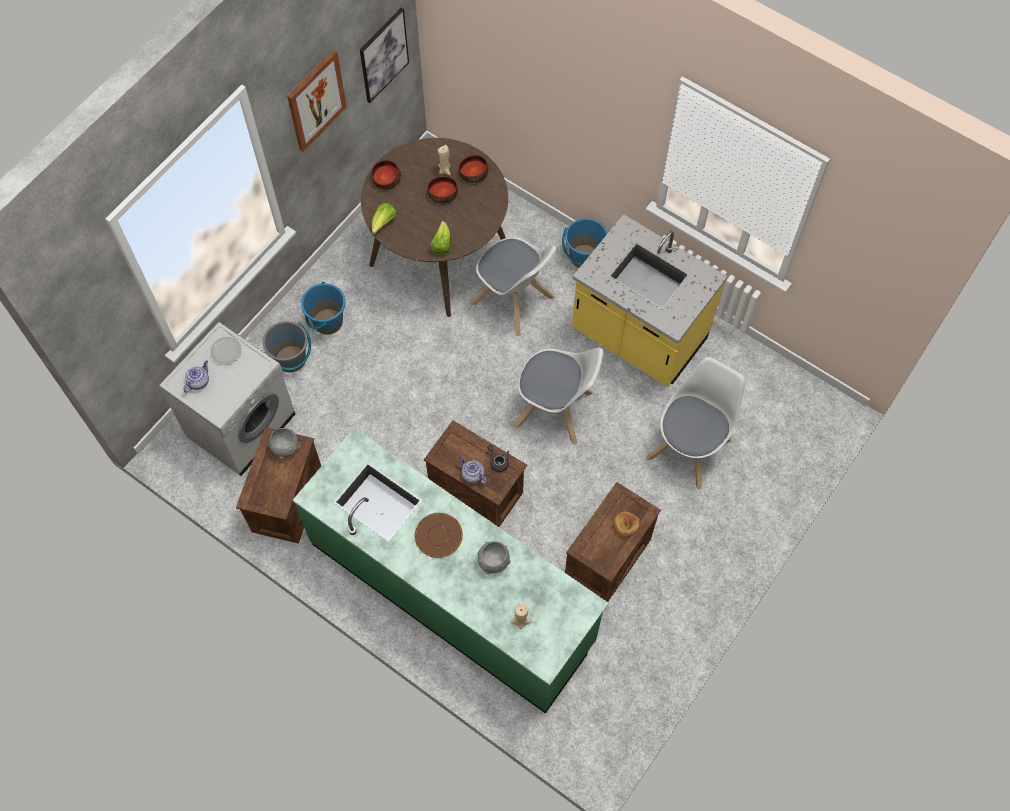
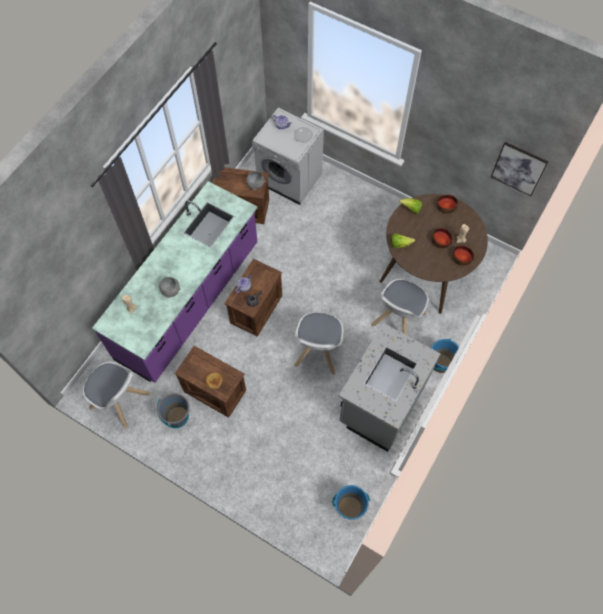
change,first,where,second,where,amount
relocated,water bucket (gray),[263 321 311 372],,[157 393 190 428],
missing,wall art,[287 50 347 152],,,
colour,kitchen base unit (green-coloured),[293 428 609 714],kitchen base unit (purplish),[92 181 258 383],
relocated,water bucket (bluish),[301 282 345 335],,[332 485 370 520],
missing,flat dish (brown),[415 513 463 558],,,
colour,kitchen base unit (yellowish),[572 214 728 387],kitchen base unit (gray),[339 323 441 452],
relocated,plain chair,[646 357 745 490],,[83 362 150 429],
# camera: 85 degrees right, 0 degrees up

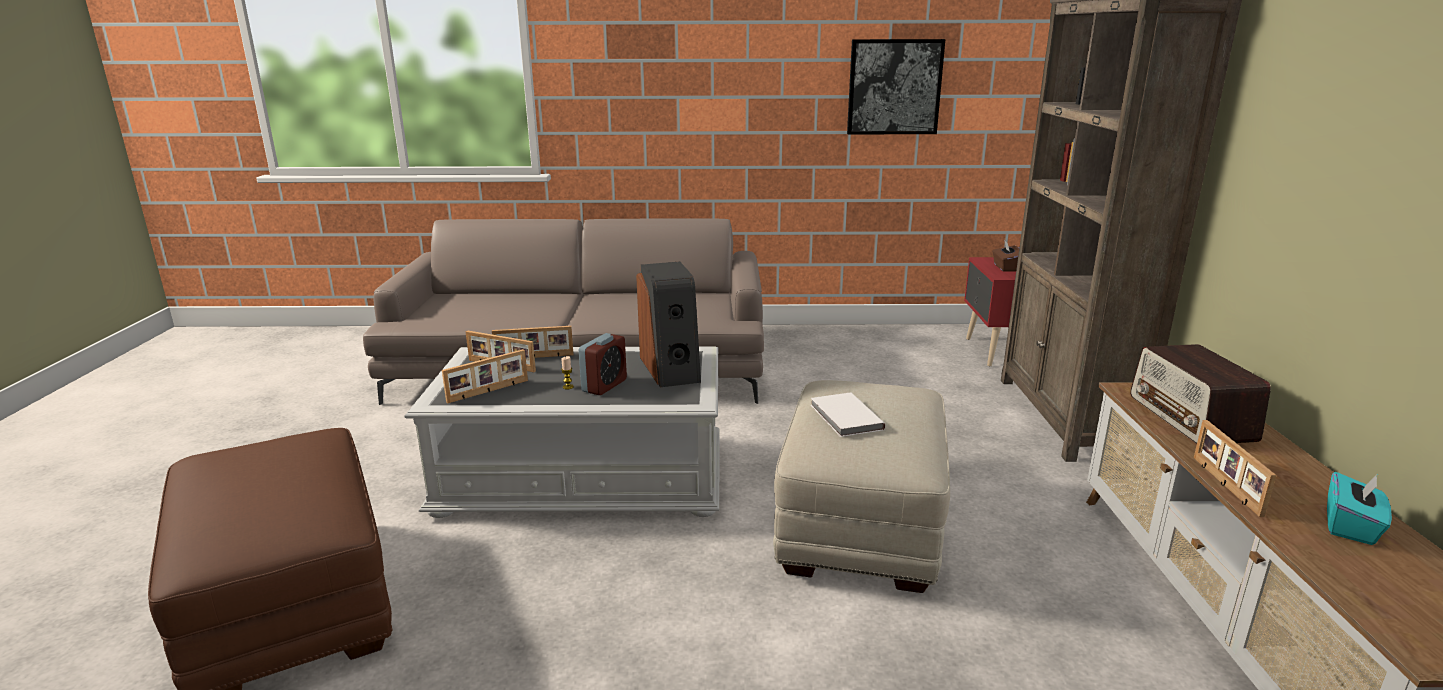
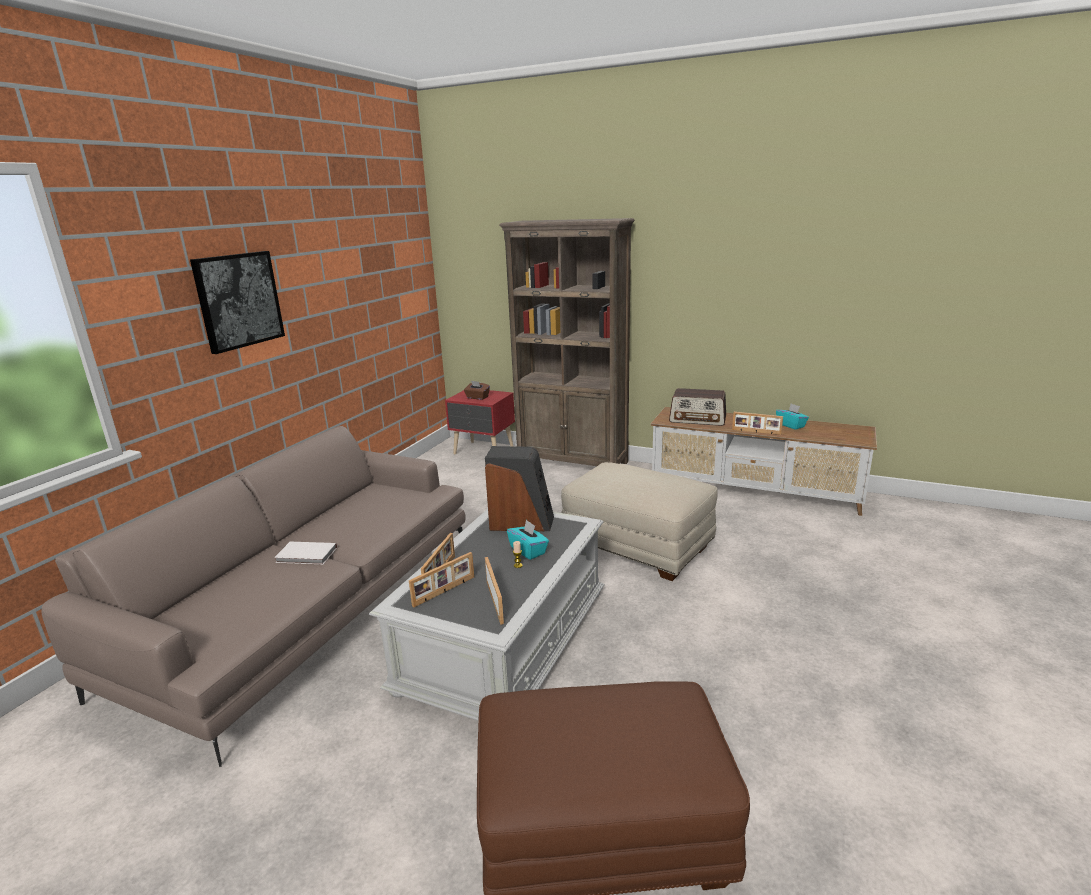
change,first,where,second,where,amount
exchanged,alarm clock,[578 333 627 395],tissue holder (turquoise-coloured),[507 520 549 560],
relocated,bound book (white-coloured),[811 392 885 437],,[274 542 337 564],
relocated,wall art,[847 39 945 134],,[190 251 285 354],
# camera: 65 degrees left, 0 degrees up

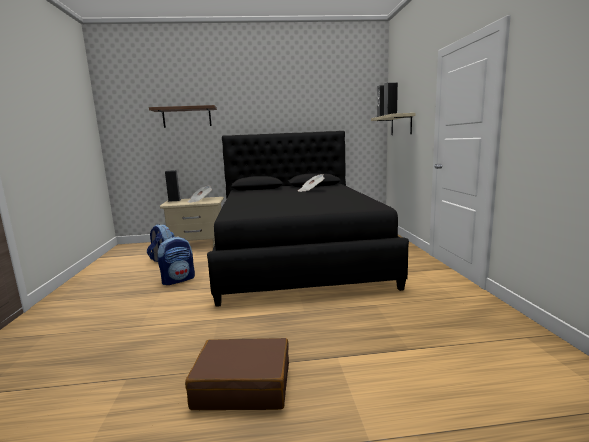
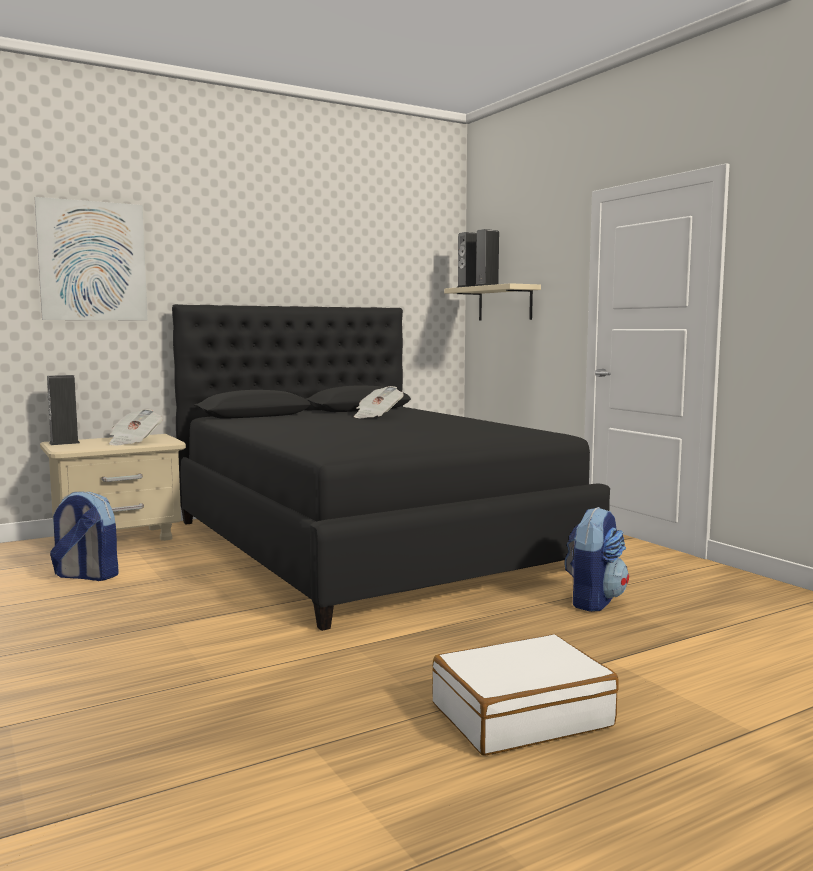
change,first,where,second,where,amount
exchanged,wall shelf (brown),[149 105 217 128],wall art,[34 197 148 321],
relocated,backpack,[157 237 195 285],,[565 507 629 612],
colour,travel case (brown),[185 338 289 410],travel case (white-coloured),[432 634 619 756],
# camera: 25 degrees left, 5 degrees down

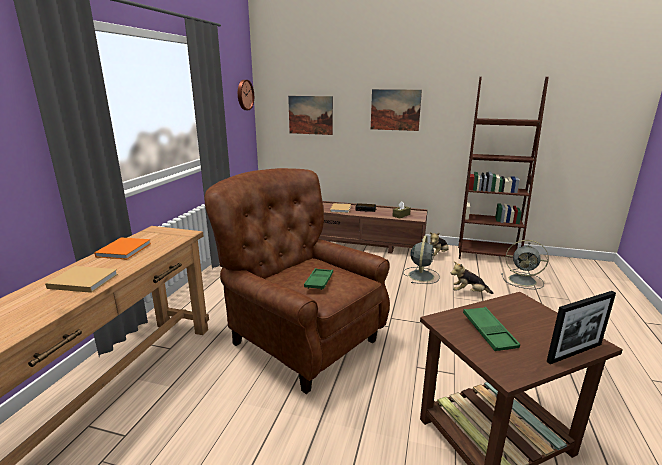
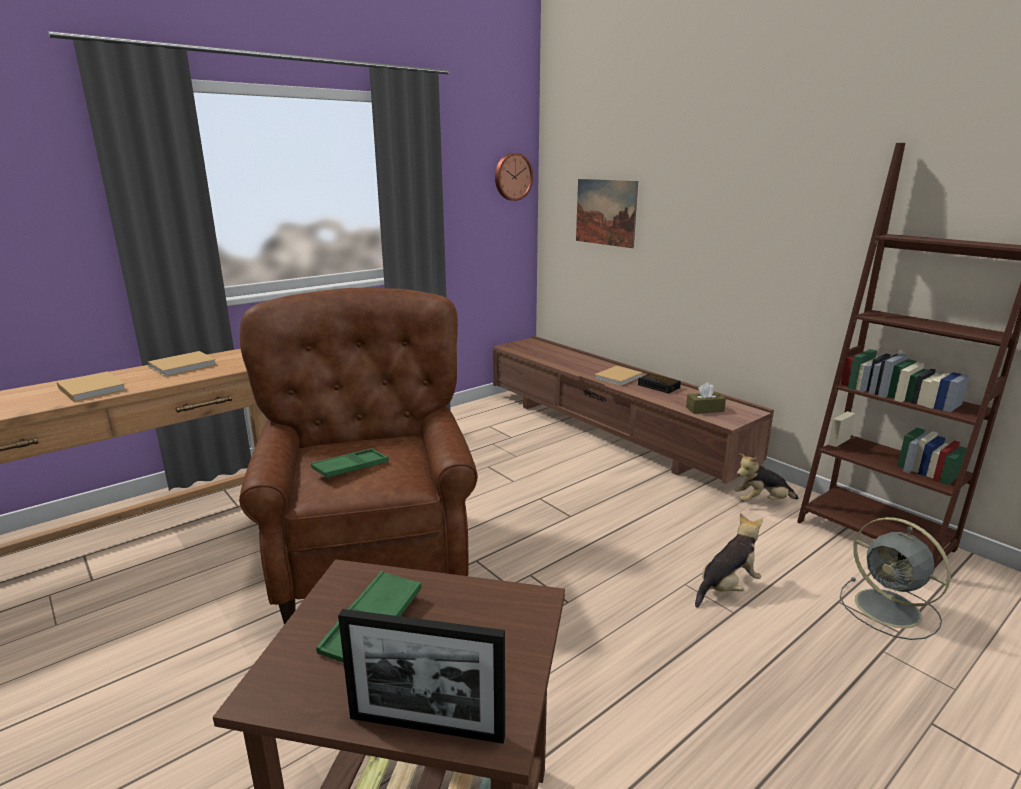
change,first,where,second,where,amount
colour,bound book (orange-coloured),[94 237 151 260],bound book (beige),[148 351 217 377],
missing,wall art,[371 89 422 131],,,
missing,fan (gray),[403 235 440 284],,,
spun,cuddly toy,[451 261 493 294],,[695 513 763 608],105 degrees clockwise
# camera: 35 degrees right, 0 degrees up

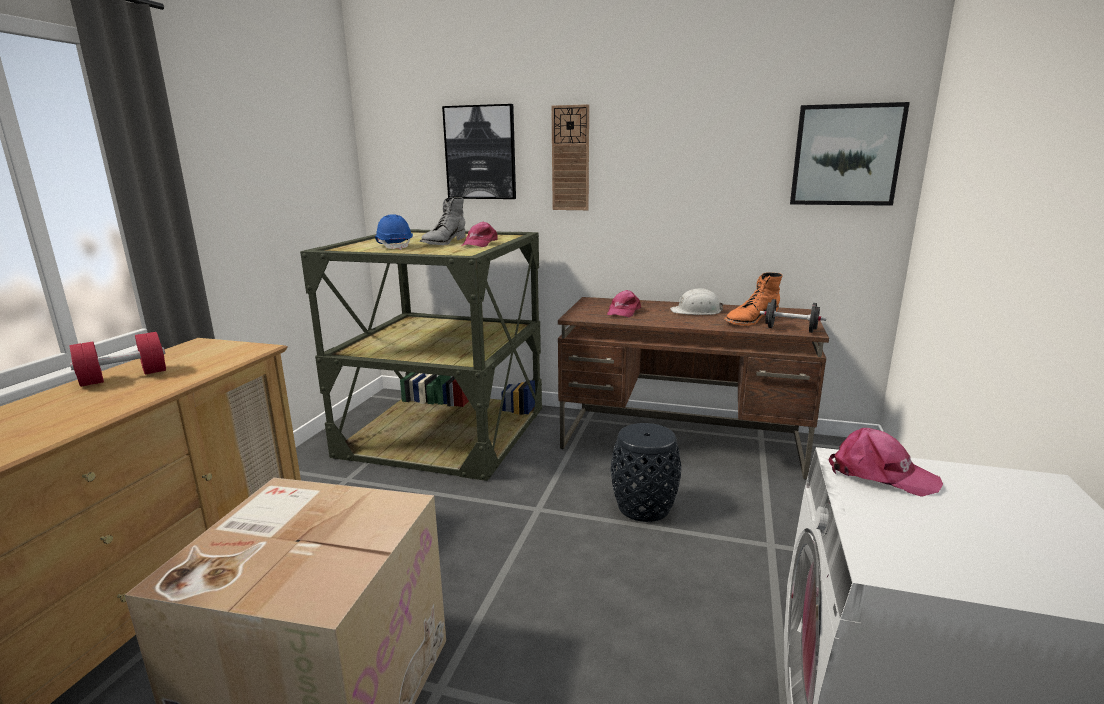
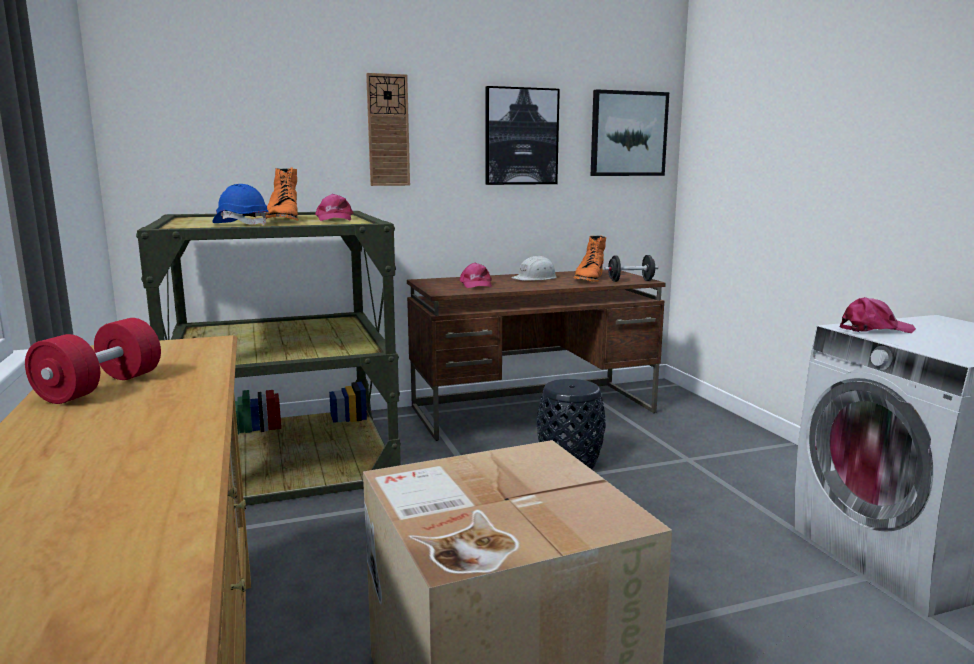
change,first,where,second,where,amount
colour,boot (gray),[420 197 466 245],boot (orange-coloured),[265 167 298 221],
relocated,wall art,[442 104 516 199],,[485 86 560 185],
# camera: 35 degrees left, 5 degrees down

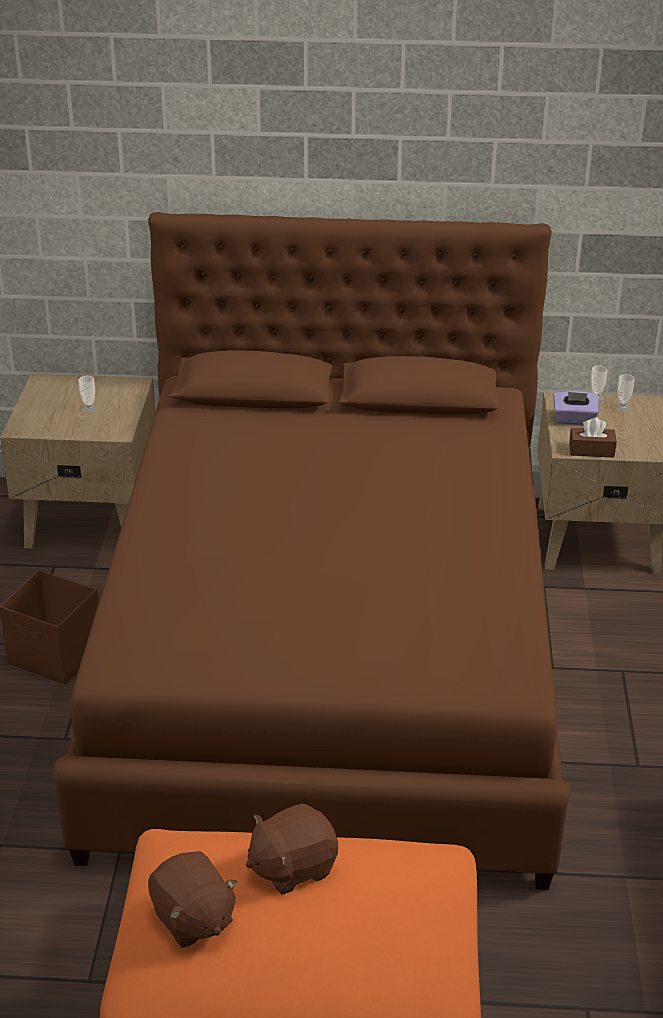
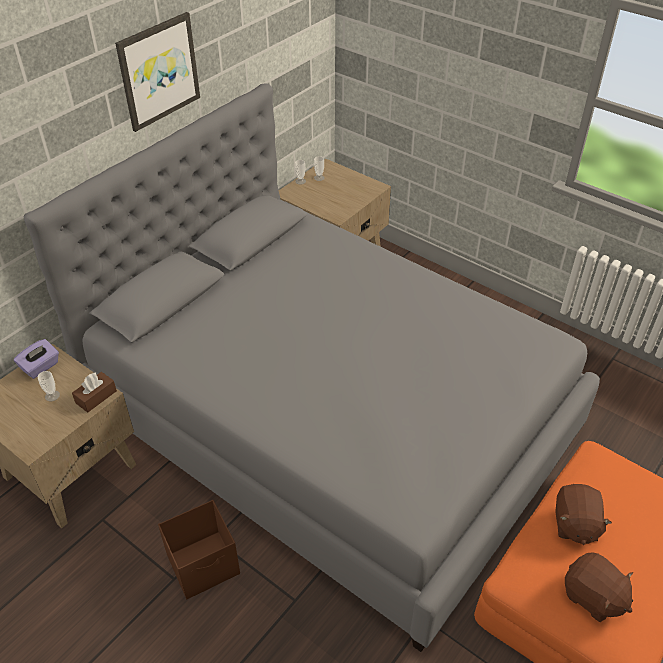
change,first,where,second,where,amount
colour,bedroom bed (brown),[53 212 571 890],bedroom bed (gray),[24 83 600 652],
spun,cuddly toy (brown),[148 851 238 948],,[565 552 633 622],45 degrees clockwise
relocated,tissue holder (purplish),[553 391 599 425],,[14 339 59 379],
relocated,tissue holder (brown),[569 418 617 458],,[72 372 117 413],
appeared,,,wall art,[115 12 200 132],
# camera: 55 degrees left, 10 degrees up

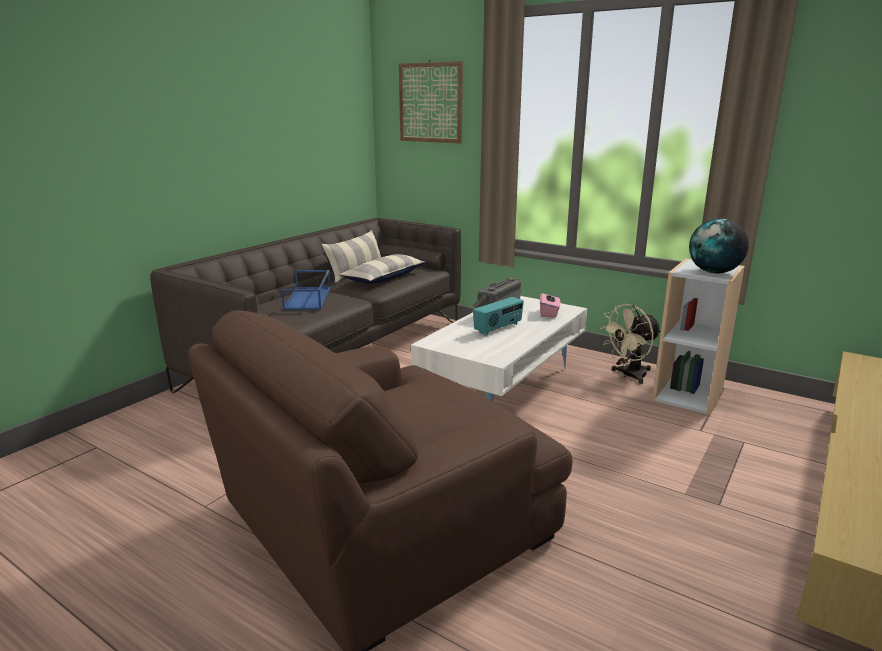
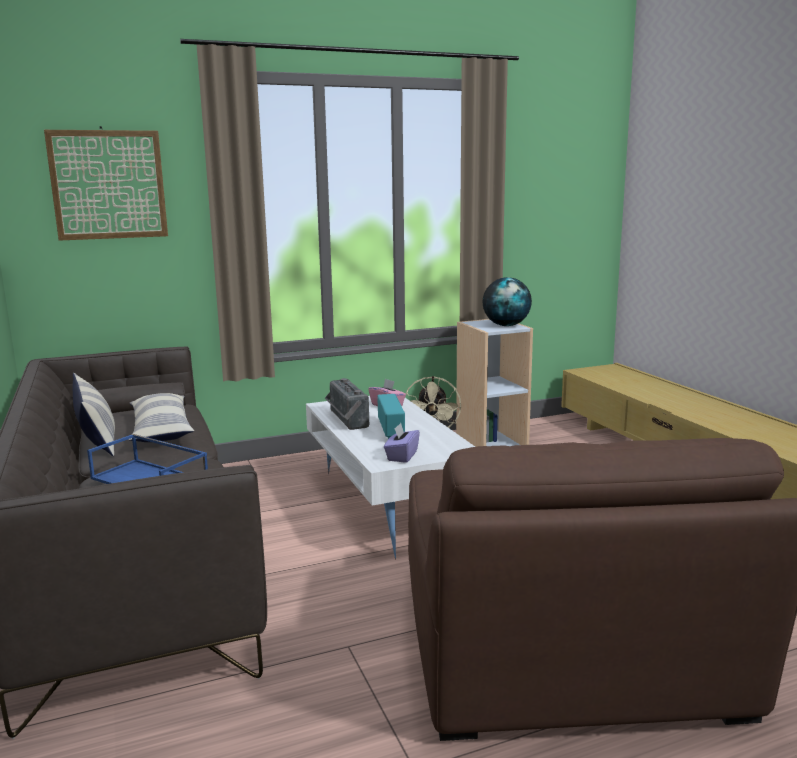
change,first,where,second,where,amount
appeared,,,tissue holder (purplish),[384 423 420 463],
# camera: 55 degrees left, 5 degrees down

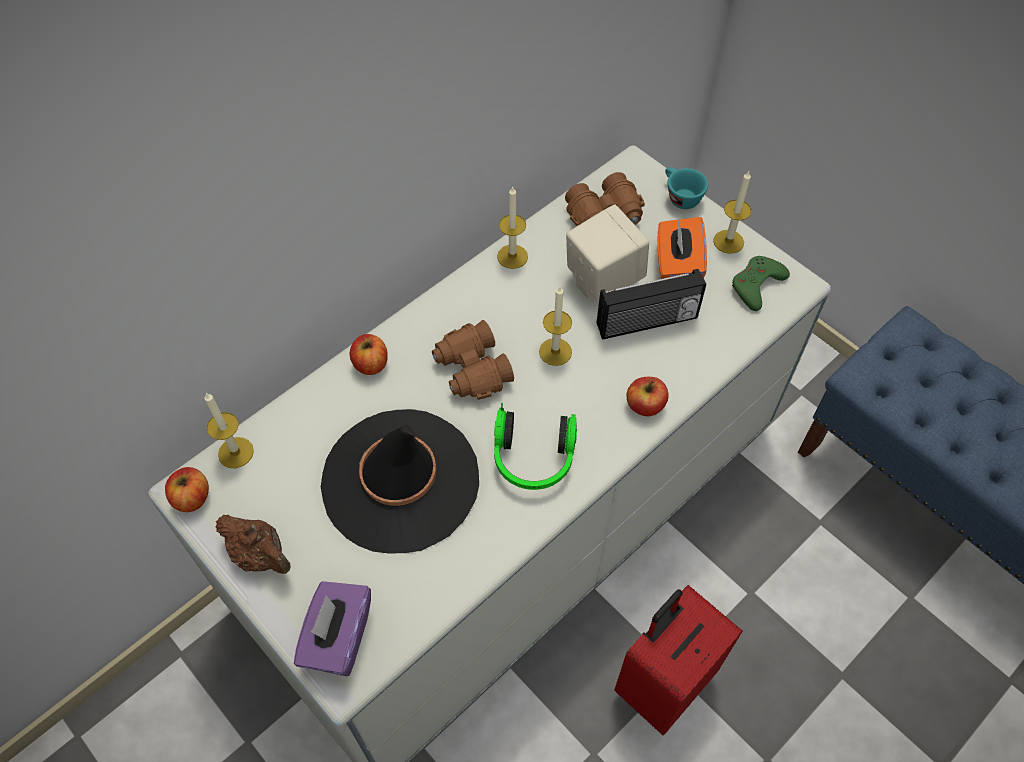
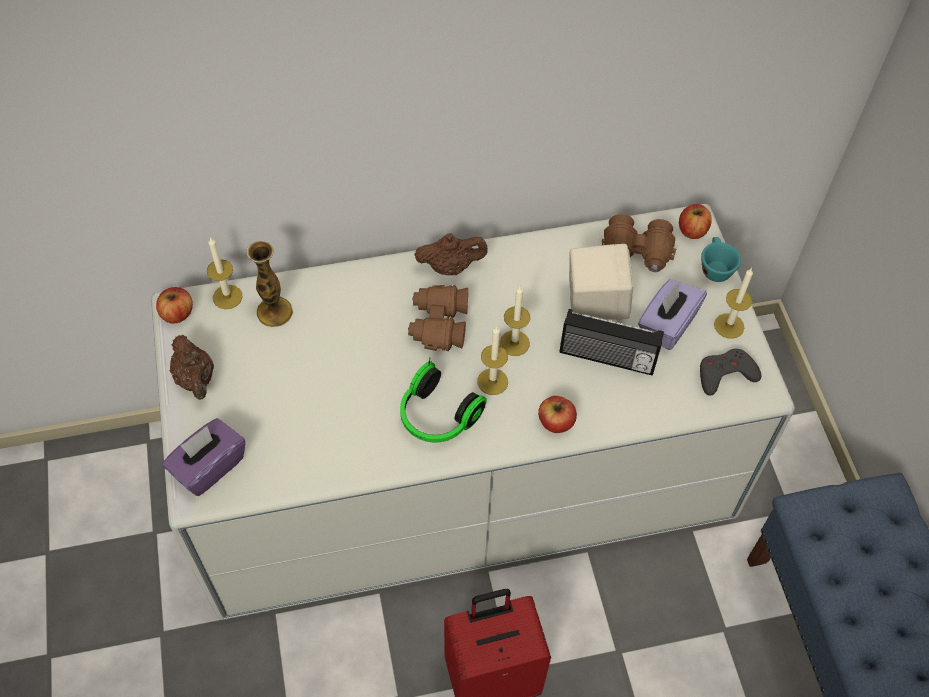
change,first,where,second,where,amount
missing,wearable hat (blackish),[321 409 479 553],,,
relocated,apple,[350 334 388 375],,[679 204 712 239],
relocated,wax light,[497 186 528 269],,[478 326 508 395],
colour,tissue holder (orange-coloured),[658 217 707 279],tissue holder (purplish),[638 279 707 350],
colour,game controller (green-coloured),[732 256 790 311],game controller (gray),[700 349 761 396],
appeared,,,flower vase,[246 241 293 327],
appeared,,,tea pot (brown),[414 233 488 275],
# camera: 30 degrees right, 0 degrees up

